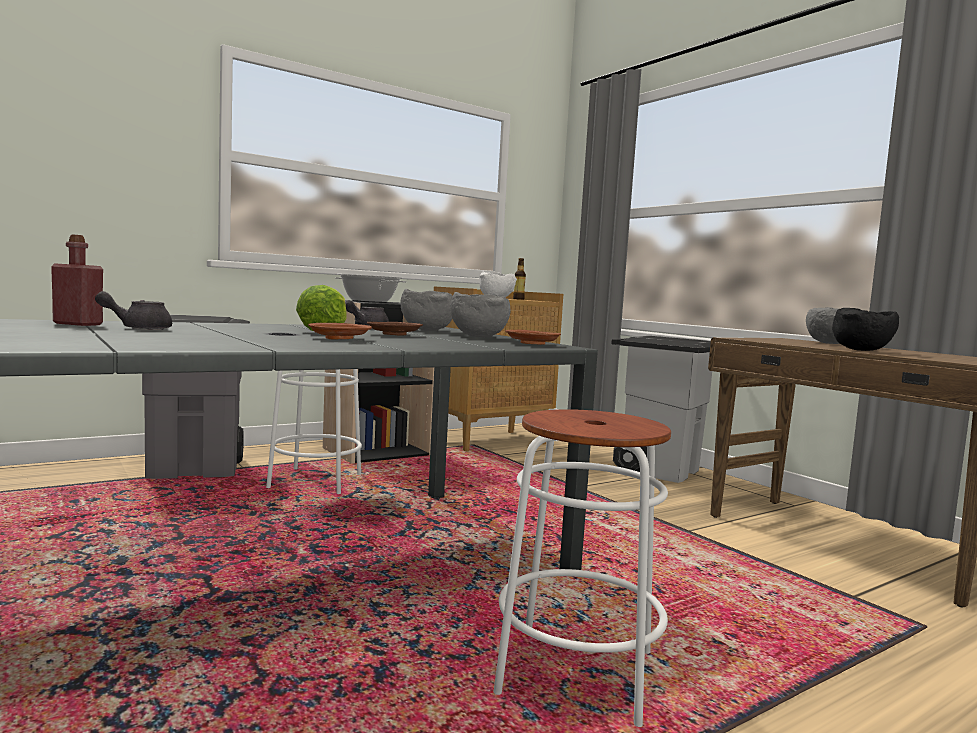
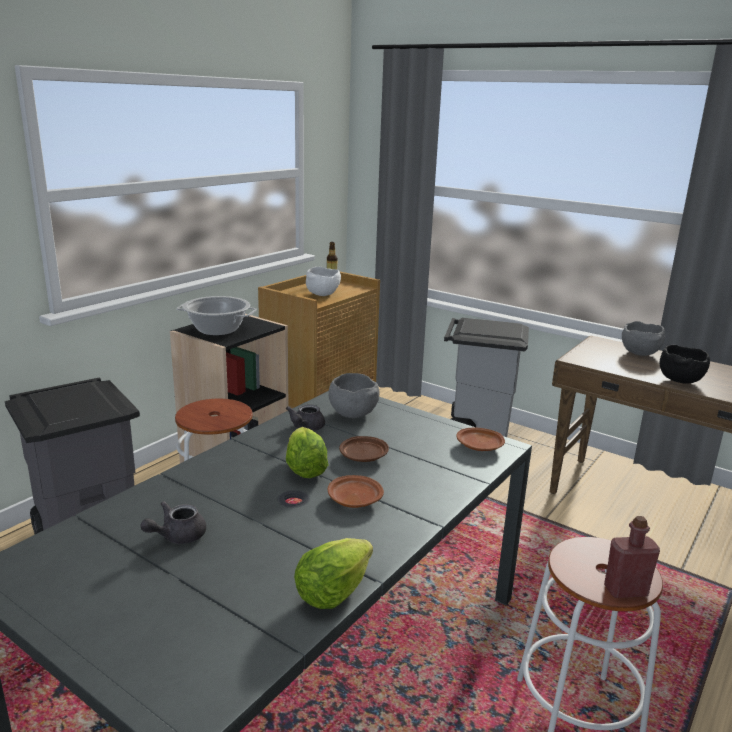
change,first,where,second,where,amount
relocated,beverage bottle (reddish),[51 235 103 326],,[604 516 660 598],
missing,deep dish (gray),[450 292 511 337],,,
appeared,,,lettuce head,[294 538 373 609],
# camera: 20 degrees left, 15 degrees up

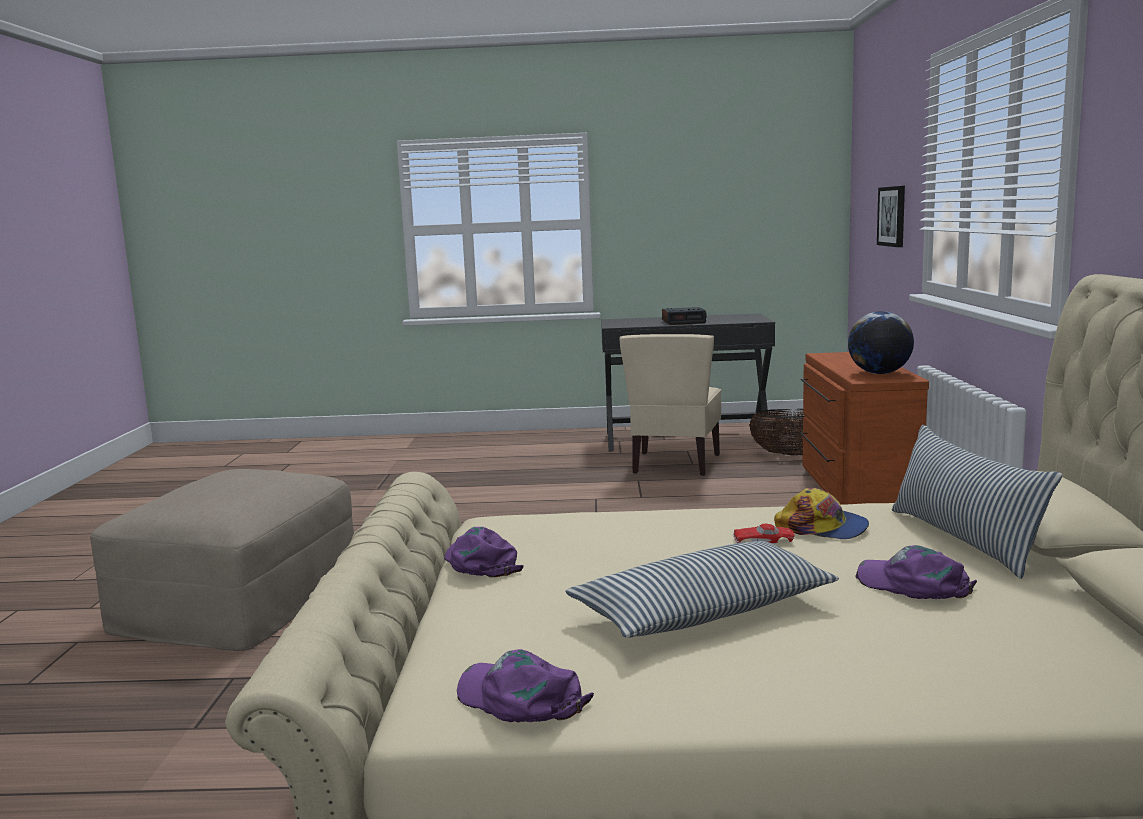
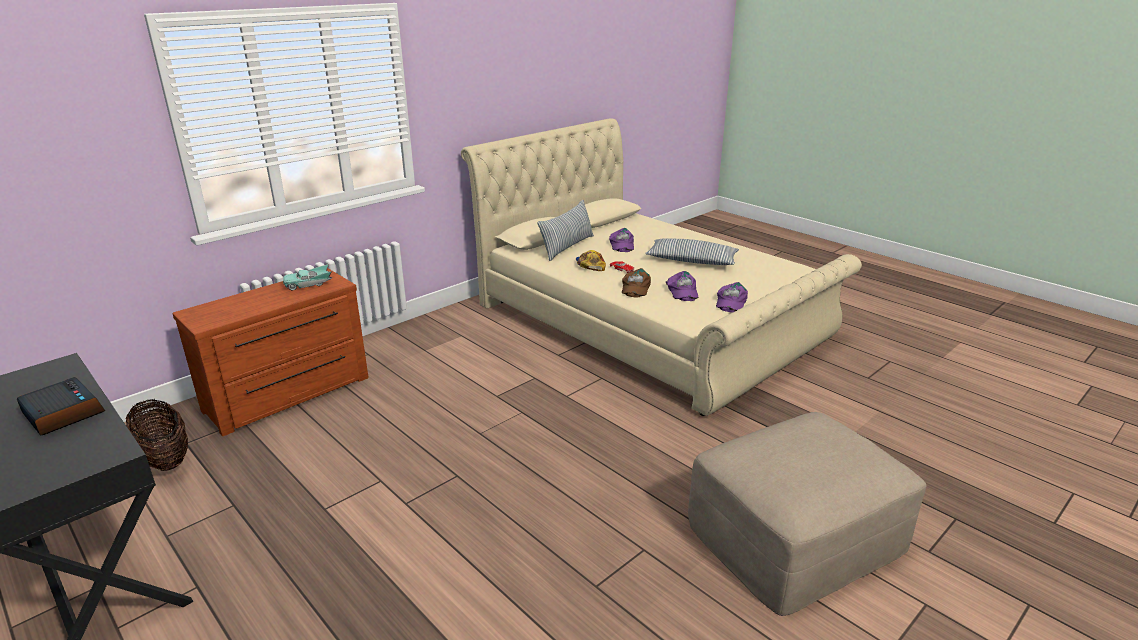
change,first,where,second,where,amount
relocated,cap (purplish),[457 649 594 722],,[666 271 698 301],
missing,plain chair (beige),[619 334 721 476],,,
exchanged,desk globe,[848 311 914 374],model car (turquoise-coloured),[283 264 333 290],
missing,wall art,[877 186 905 247],,,
appeared,,,cap (brown),[622 268 651 298],
# camera: 135 degrees left, 15 degrees up

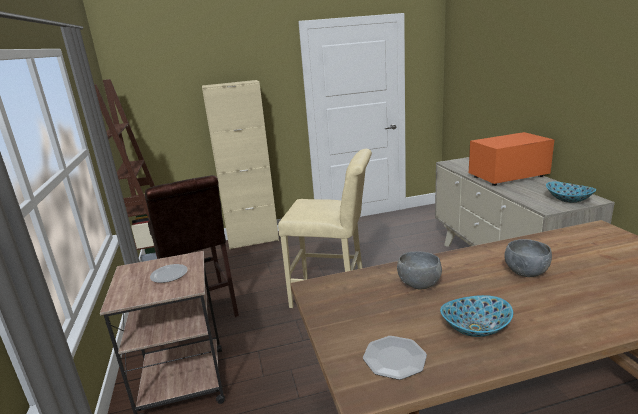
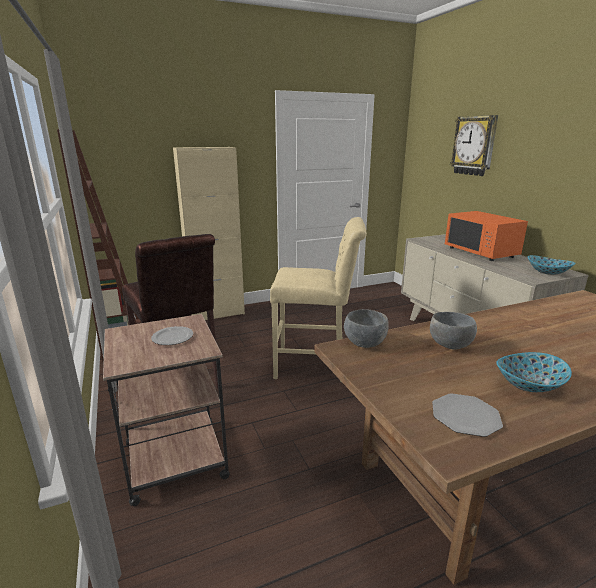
change,first,where,second,where,amount
spun,microwave oven (orange-coloured),[469 132 554 186],,[445 211 528 261],90 degrees counterclockwise
relocated,deep dish (gray),[504 239 552 277],,[344 309 389 348],
appeared,,,hanging clock,[450 115 498 176],
# camera: 10 degrees left, 0 degrees up

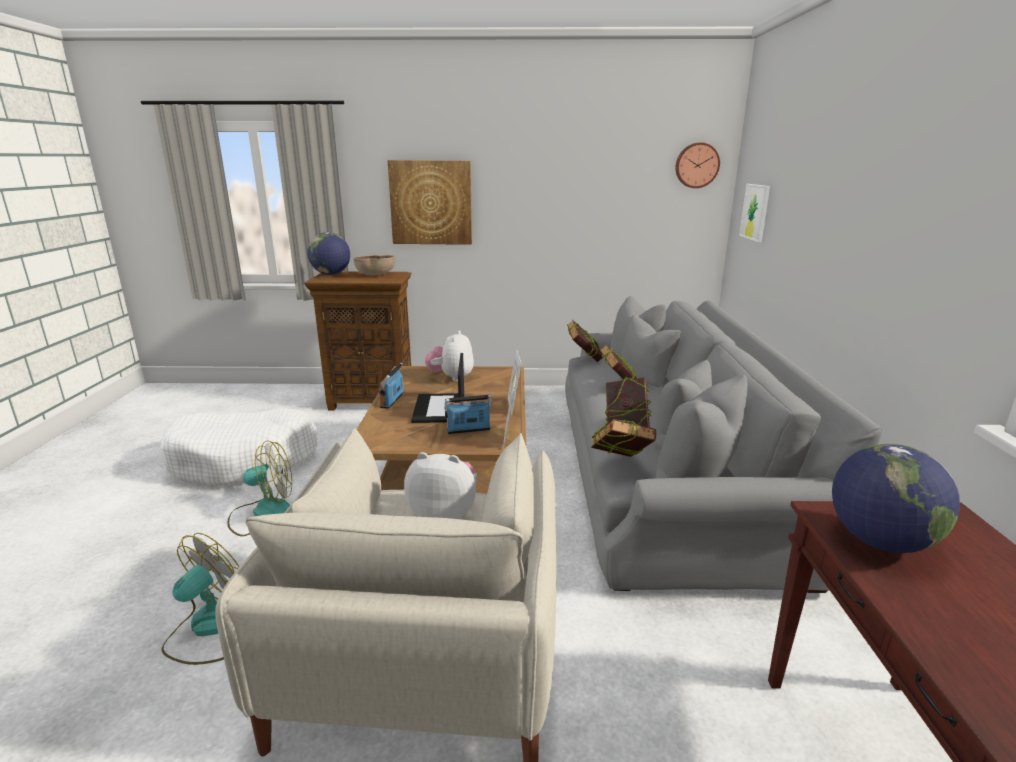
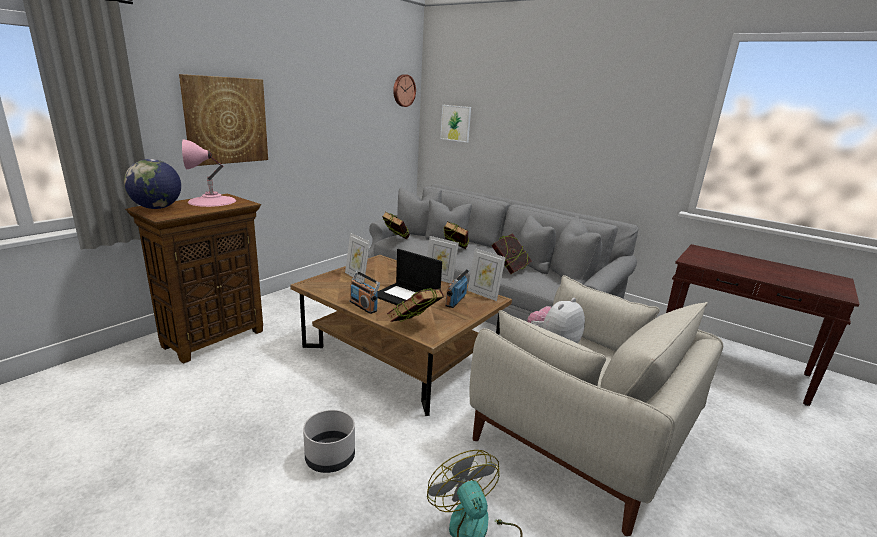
change,first,where,second,where,amount
missing,dog cushion (white-coloured),[160 408 318 487],,,
exchanged,fan,[227 440 292 536],plant pot (gray),[303 410 355 473],
exchanged,deep dish (brown),[354 255 395 275],lamp for a table (pink),[182 139 236 207],
exchanged,cuddly toy,[425 330 474 382],photo frame,[345 233 370 282],
relocated,bound book,[591 419 656 457],,[387 288 444 322],
missing,desk globe,[832 444 960 553],,,
# camera: 55 degrees left, 0 degrees up

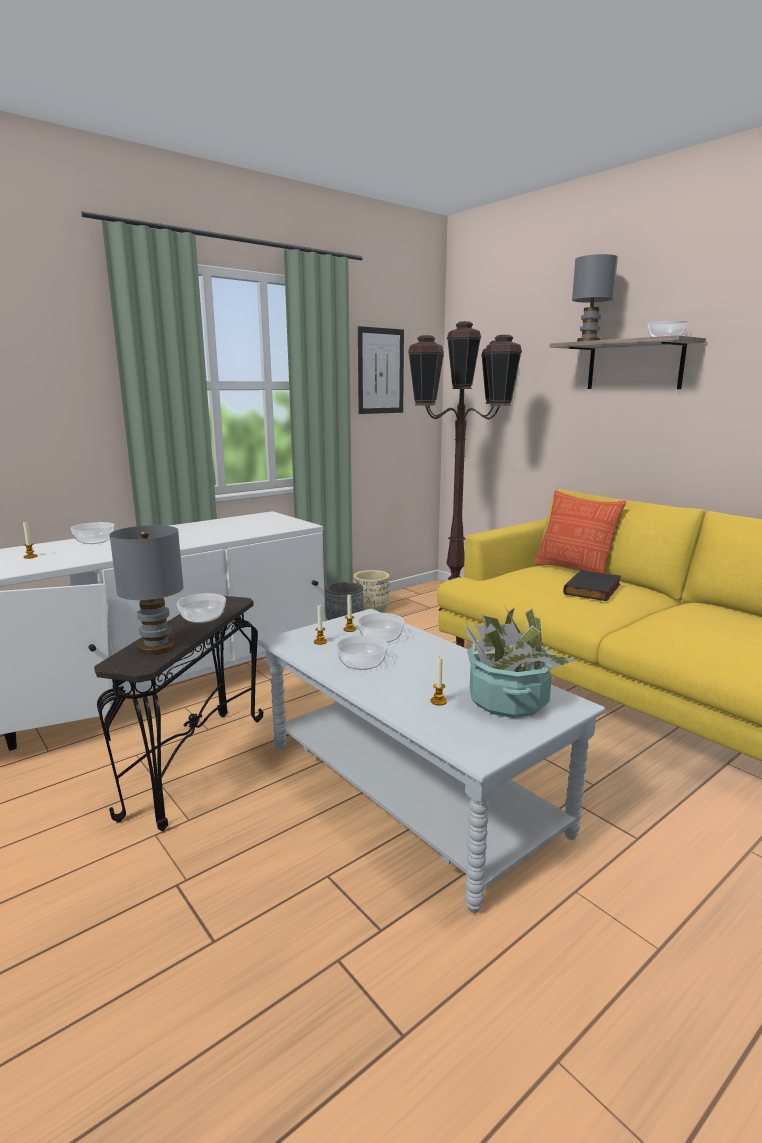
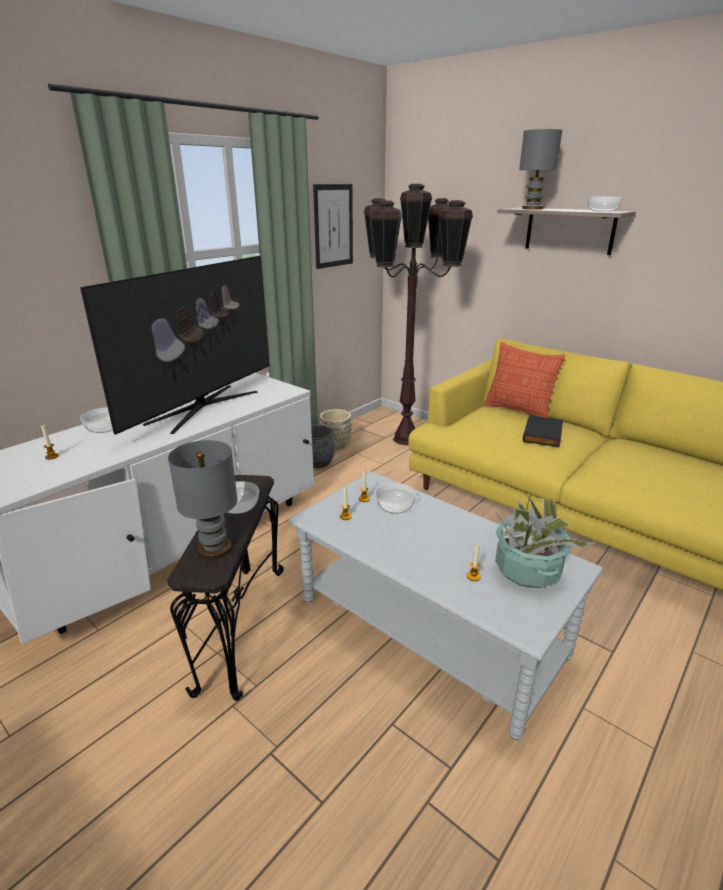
change,first,where,second,where,amount
missing,deep dish,[336 635 388 670],,,
appeared,,,TV set,[80 256 269 435],
# camera: 10 degrees left, 10 degrees up

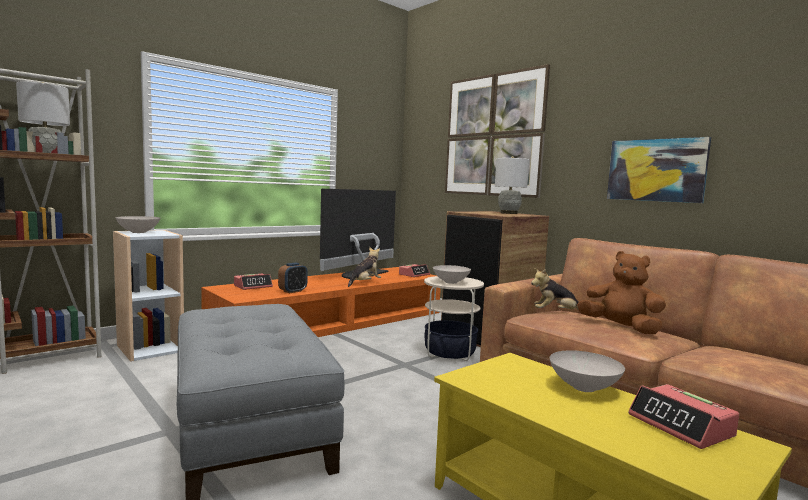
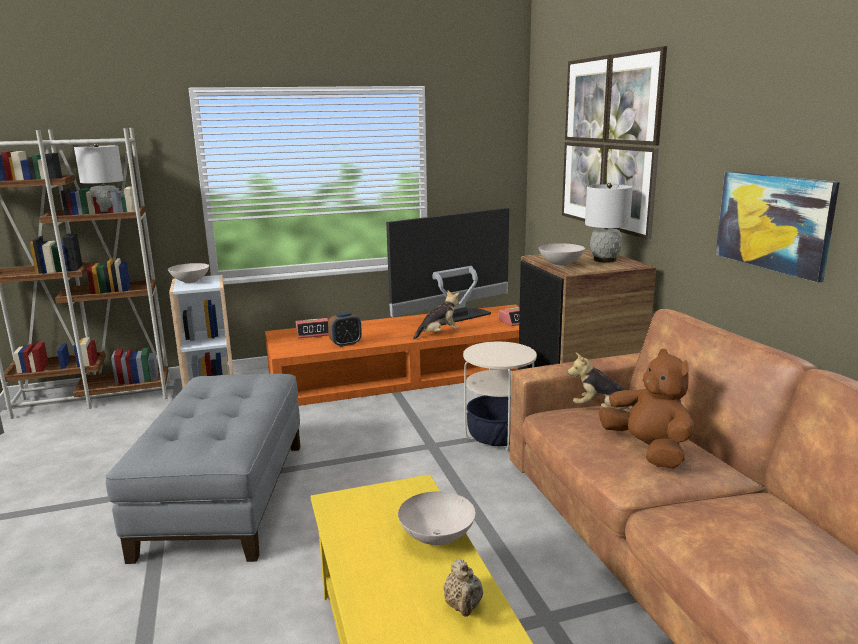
change,first,where,second,where,amount
relocated,deep dish (white-coloured),[433 265 471 284],,[538 243 585 266],
exchanged,alarm clock,[628 384 739 449],tea pot (beige),[443 560 483 617],
# camera: 25 degrees right, 10 degrees up

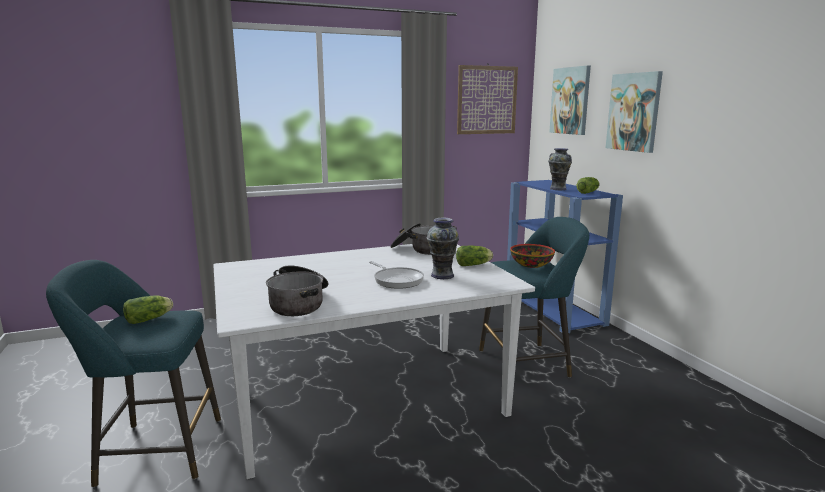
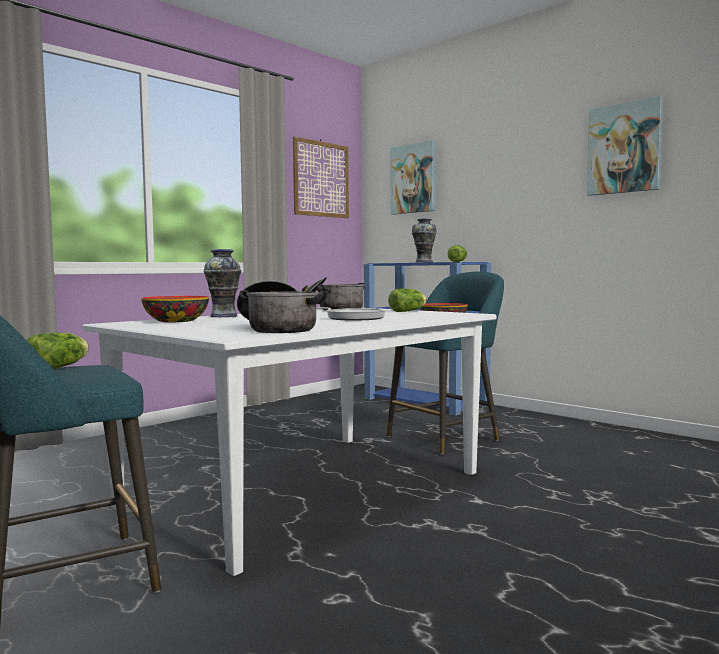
change,first,where,second,where,amount
relocated,flower vase,[427 218 459 279],,[203 249 241 317],
relocated,wall art,[606 71 663 153],,[587 96 663 196],
appeared,,,deep dish,[141 296 209 322],
# camera: 25 degrees left, 10 degrees down

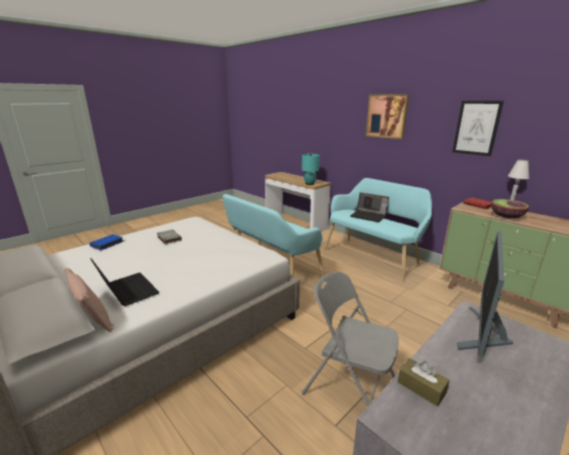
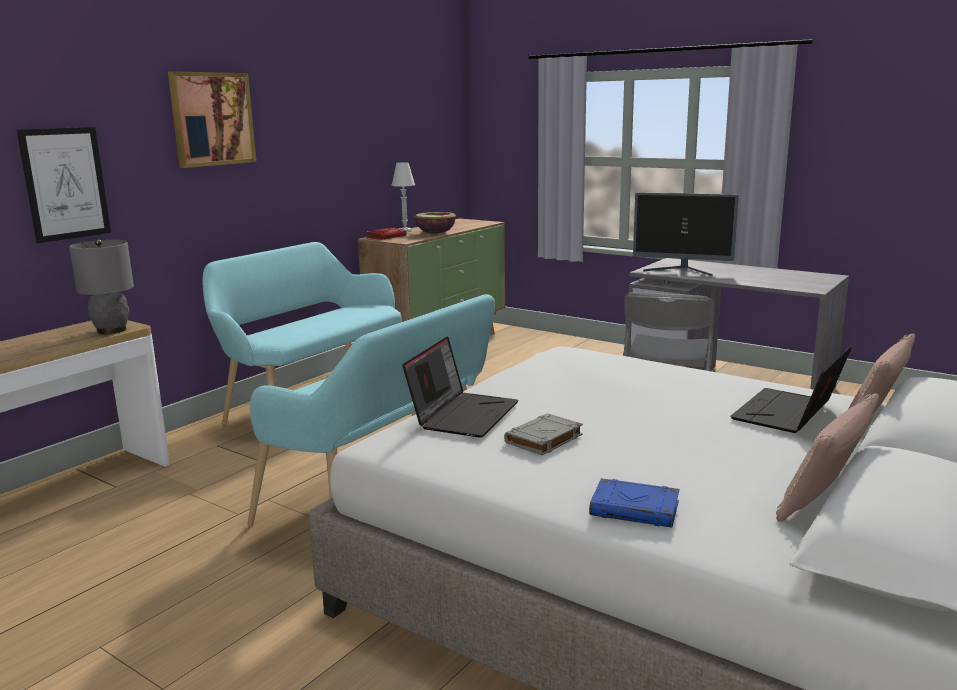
change,first,where,second,where,amount
colour,lamp for a table (turquoise-coloured),[302 153 320 185],lamp for a table (gray),[69 239 134 334],
relocated,portable computer,[350 193 389 222],,[402 336 519 438],
missing,tissue holder (brown),[398 358 450 407],,,
relocated,wall art,[452 101 504 156],,[17 127 111 243],
appeared,,,throw pillow (beige),[776 393 879 522],
# camera: 100 degrees left, 5 degrees down

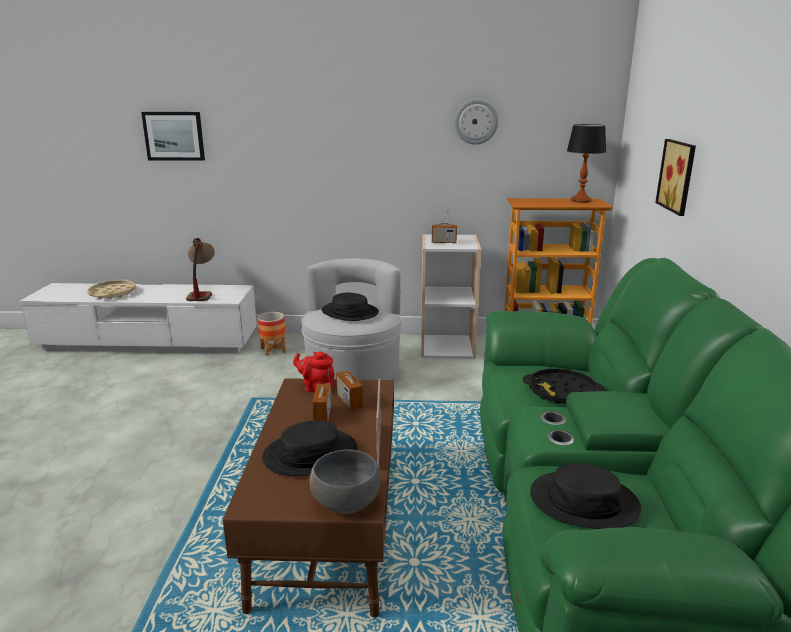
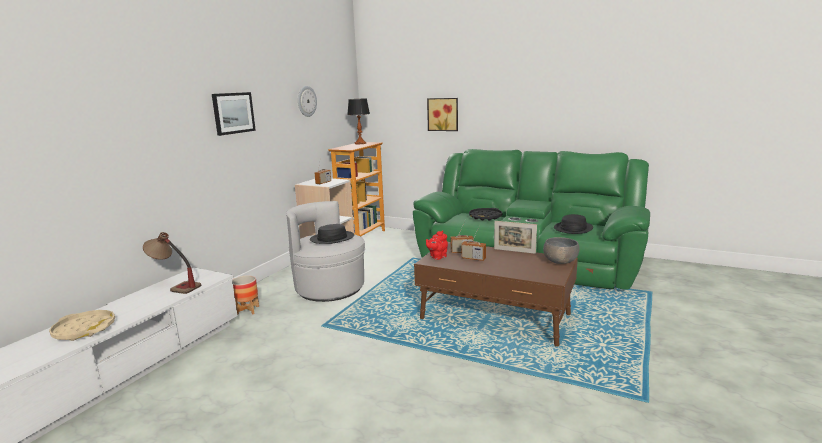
change,first,where,second,where,amount
relocated,wall art,[141 112 205 161],,[212 92 256 136],
missing,wearable hat (blackish),[262 420 357 476],,,
# camera: 65 degrees left, 5 degrees down

